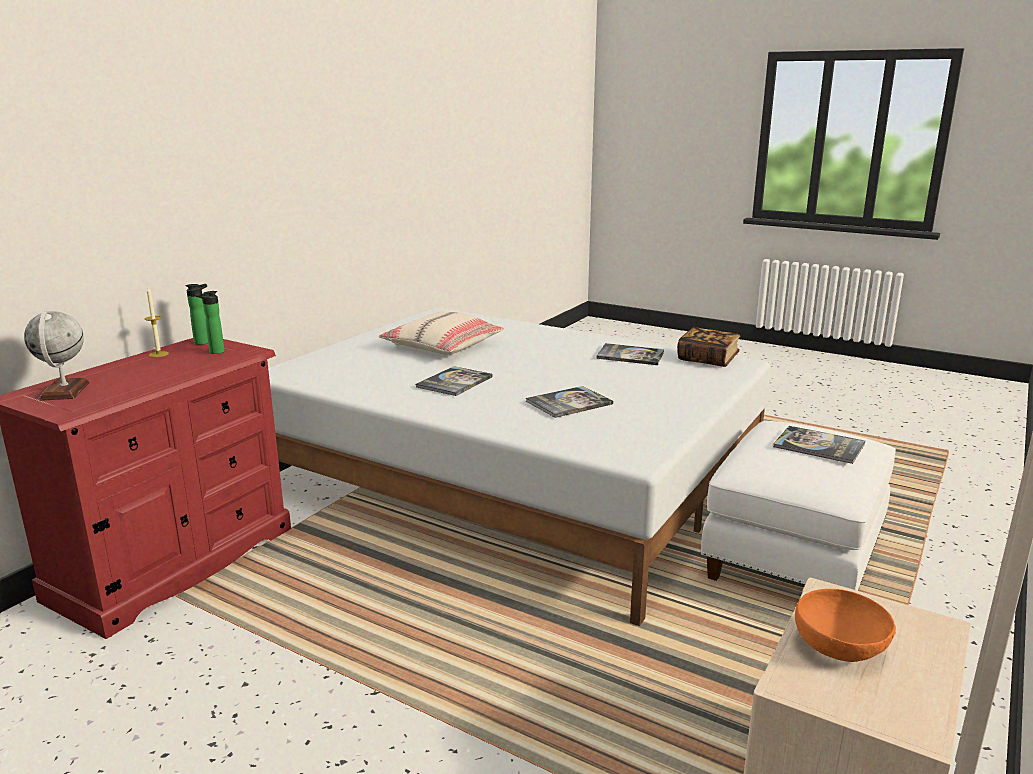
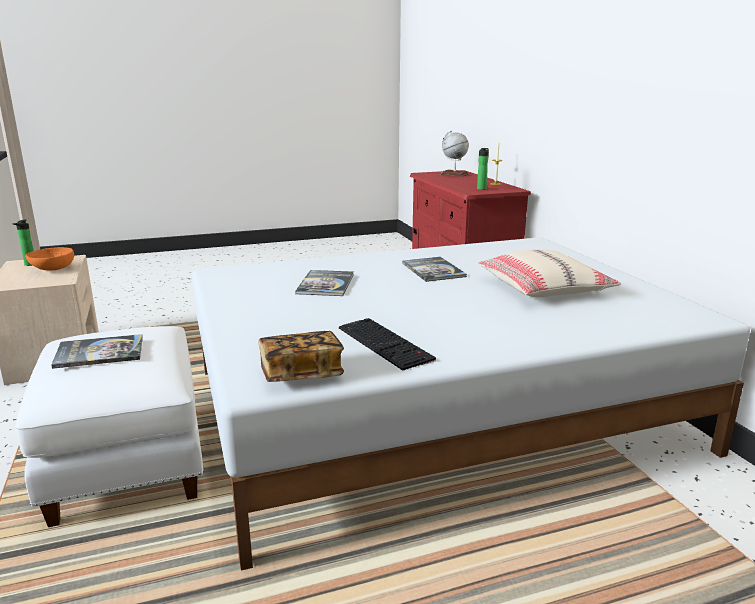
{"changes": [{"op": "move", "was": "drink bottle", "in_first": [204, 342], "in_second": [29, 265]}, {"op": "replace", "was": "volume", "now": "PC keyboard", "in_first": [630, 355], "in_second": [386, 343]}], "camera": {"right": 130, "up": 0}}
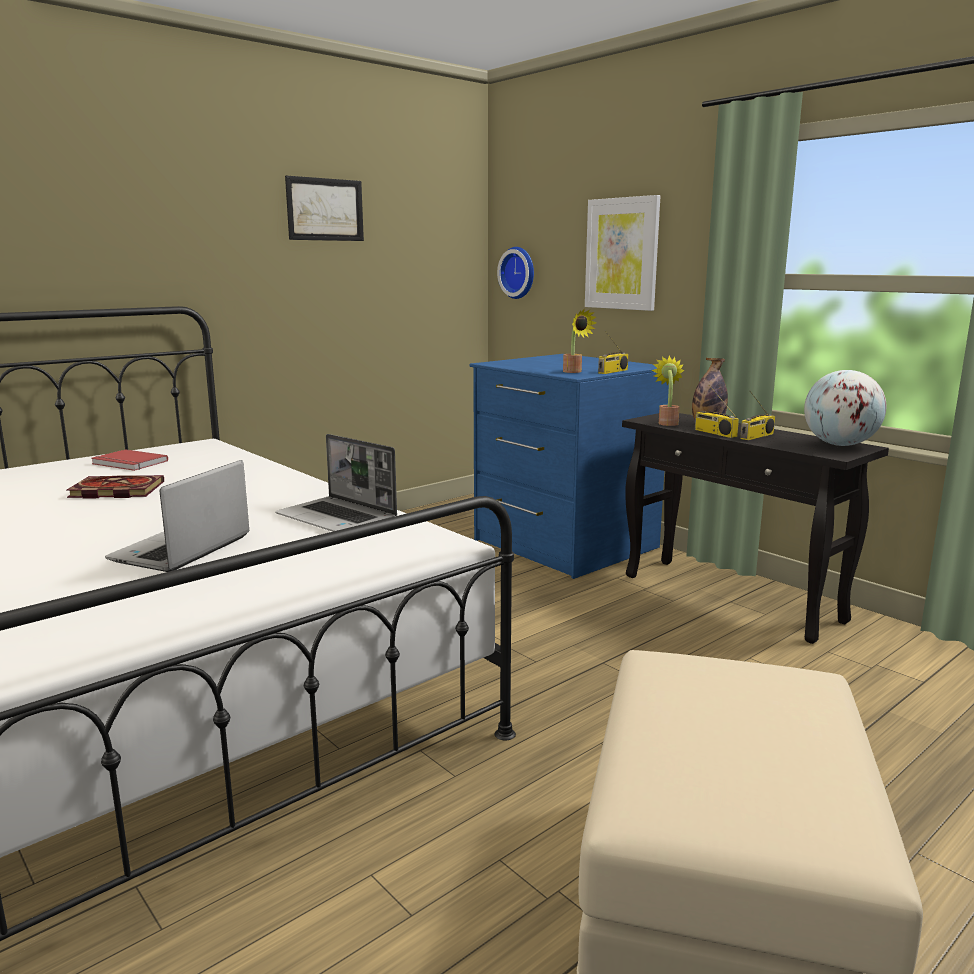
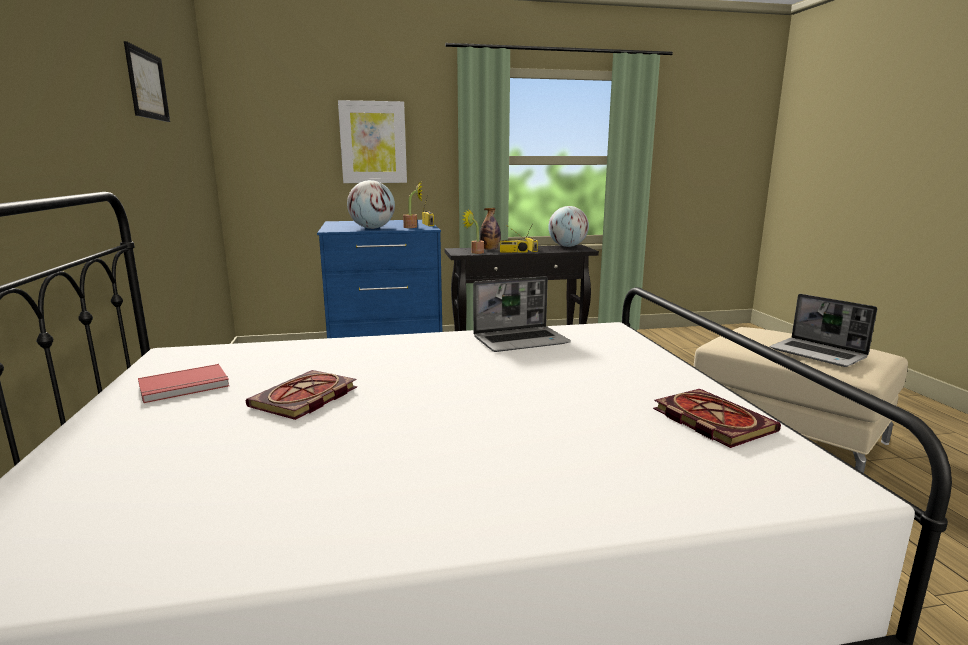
{"changes": [{"op": "insert", "now": "globe", "in_second": [372, 228]}, {"op": "insert", "now": "volume", "in_second": [709, 420]}, {"op": "move", "was": "portable computer", "in_first": [181, 549], "in_second": [818, 354]}, {"op": "delete", "was": "wall clock", "in_first": [519, 272]}], "camera": {"right": -60, "up": 0}}
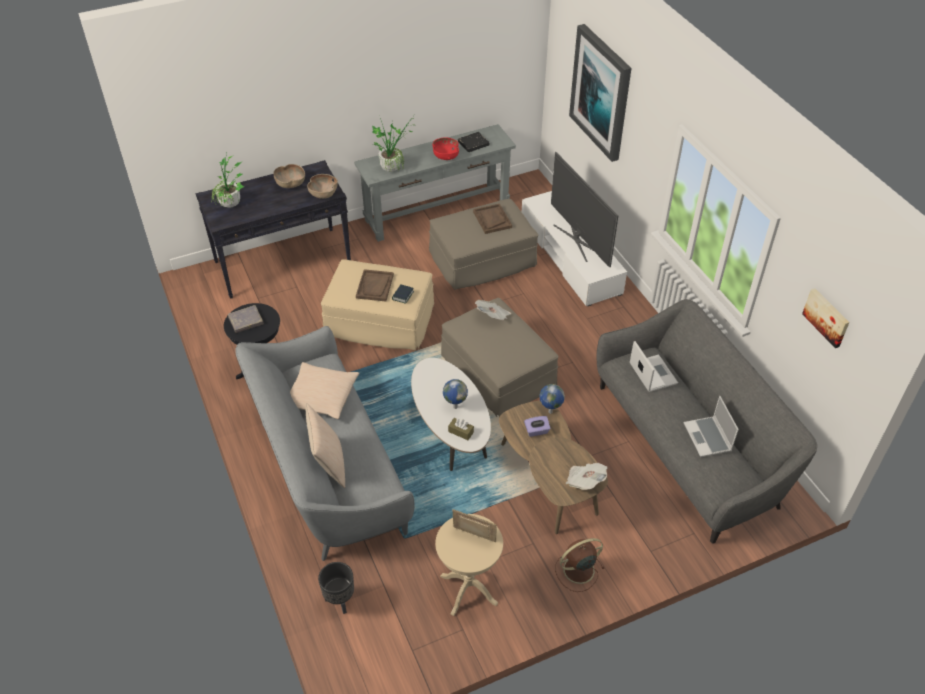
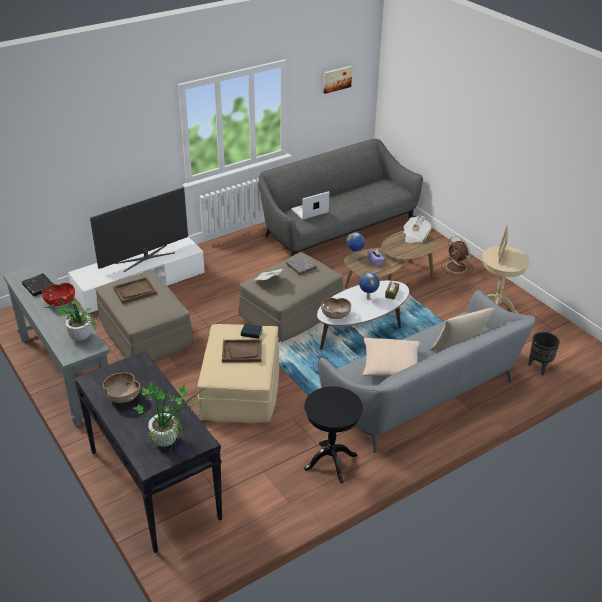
{"changes": [{"op": "move", "was": "greyish volume", "in_first": [246, 321], "in_second": [301, 266]}, {"op": "move", "was": "brown bowl", "in_first": [323, 194], "in_second": [335, 315]}, {"op": "delete", "was": "wall art", "in_first": [601, 92]}, {"op": "delete", "was": "portable computer", "in_first": [708, 438]}], "camera": {"right": -100, "up": -10}}
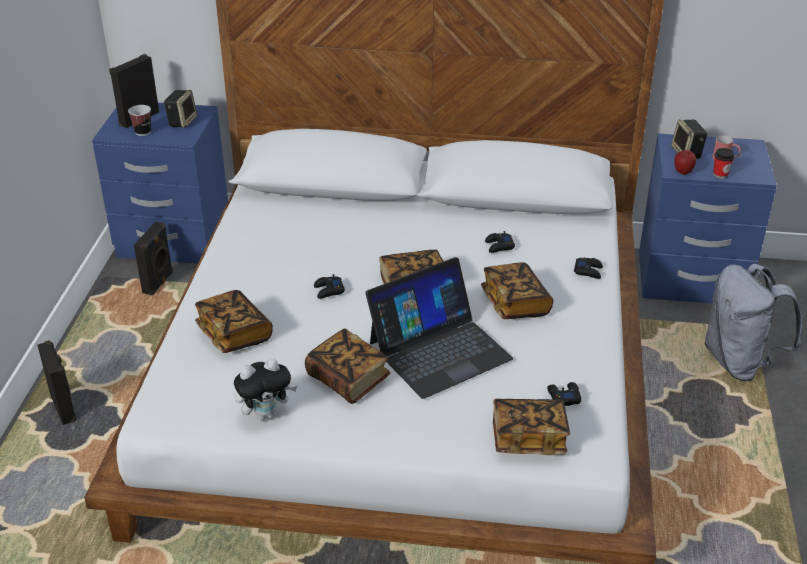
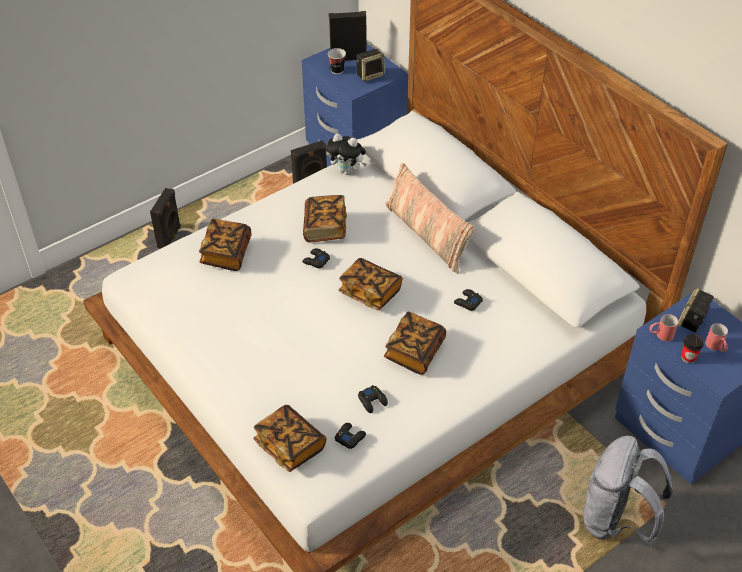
{"changes": [{"op": "move", "was": "volume", "in_first": [348, 379], "in_second": [325, 228]}, {"op": "move", "was": "soft toy", "in_first": [266, 414], "in_second": [347, 171]}, {"op": "move", "was": "blackish game controller", "in_first": [588, 271], "in_second": [372, 401]}, {"op": "insert", "now": "throw pillow", "in_second": [427, 235]}, {"op": "replace", "was": "apple", "now": "reddish coffee mug", "in_first": [683, 172], "in_second": [660, 335]}, {"op": "delete", "was": "portable computer", "in_first": [439, 350]}], "camera": {"right": 45, "up": 10}}
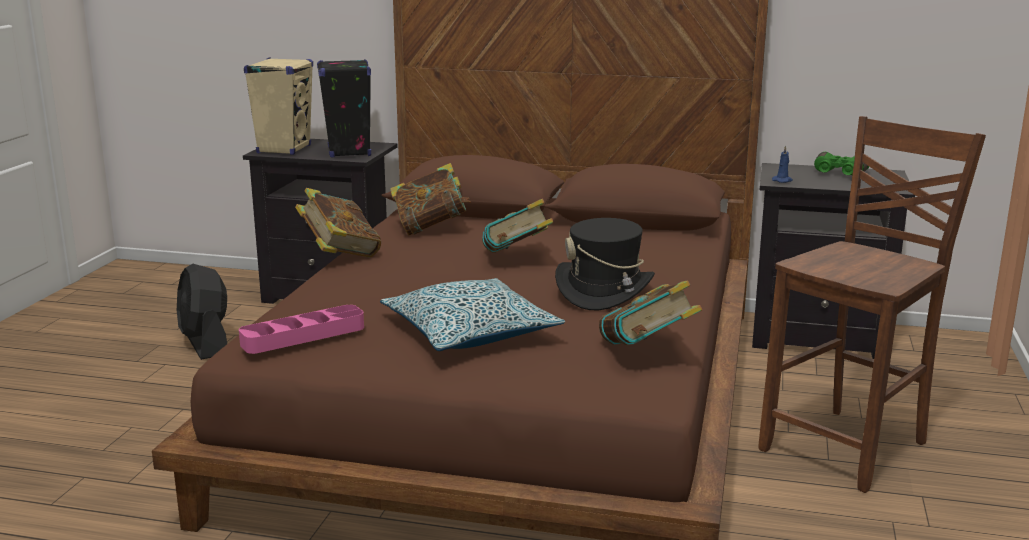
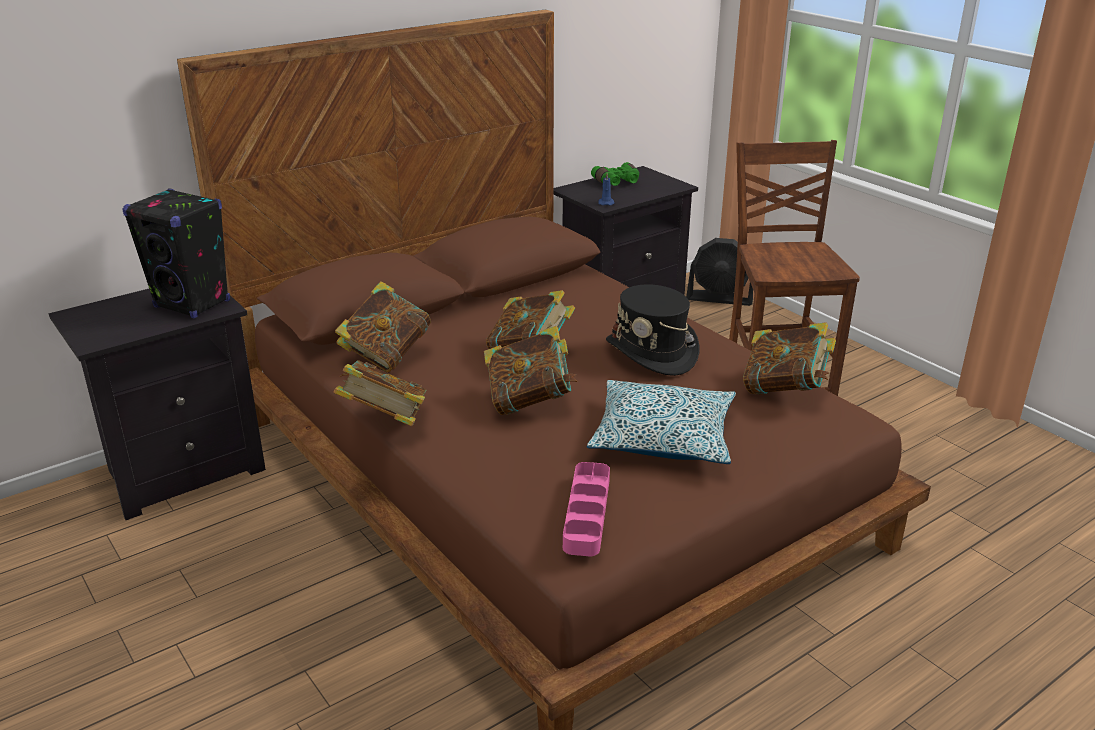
{"changes": [{"op": "insert", "now": "volume", "in_second": [530, 401]}, {"op": "move", "was": "blackish electric fan", "in_first": [206, 343], "in_second": [719, 298]}, {"op": "delete", "was": "sand-coloured audio speaker", "in_first": [284, 149]}], "camera": {"right": -50, "up": 10}}
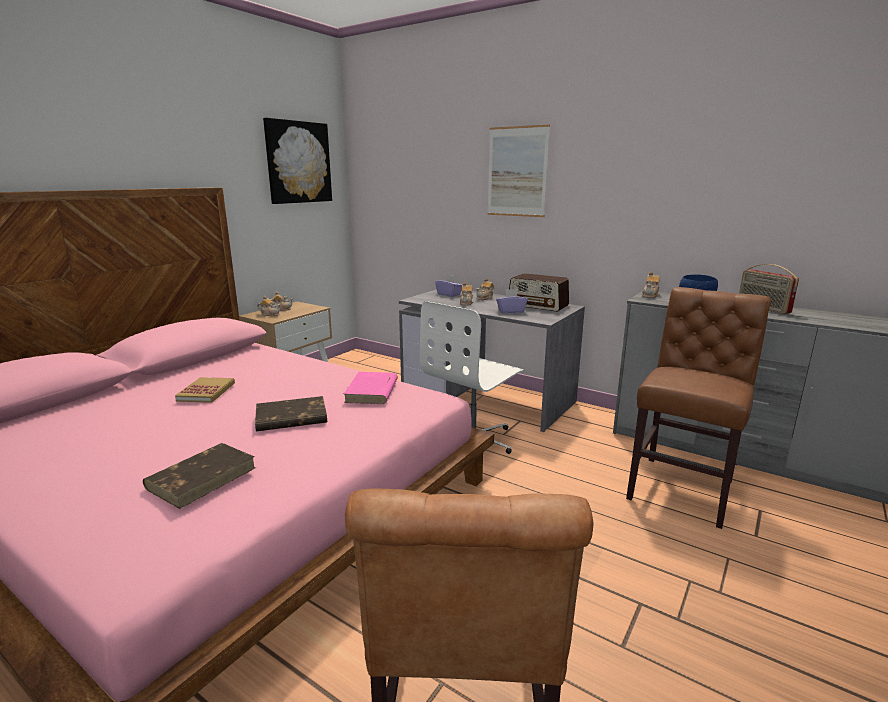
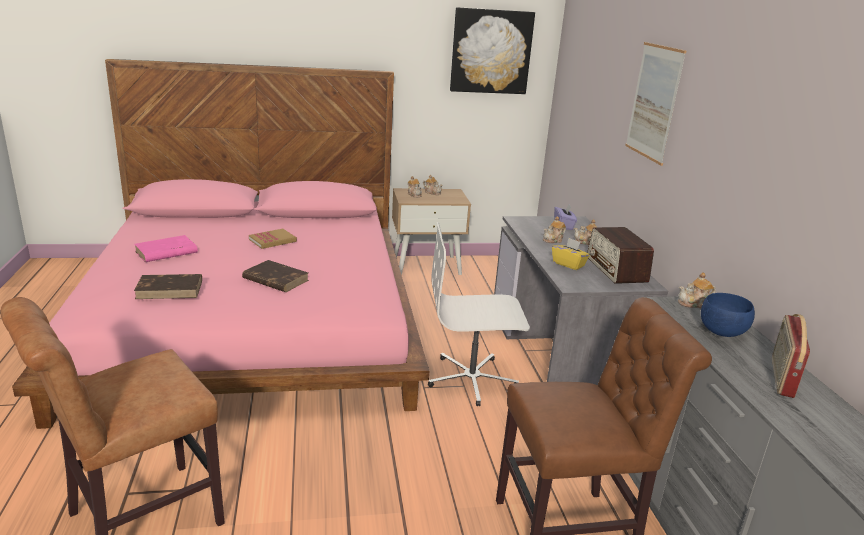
{"changes": [{"op": "move", "was": "pinkish volume", "in_first": [372, 391], "in_second": [165, 252]}, {"op": "recolor", "was": "purple-coloured box of tissues", "now": "yellow-coloured box of tissues", "in_first": [511, 311], "in_second": [568, 264]}], "camera": {"right": 45, "up": 5}}
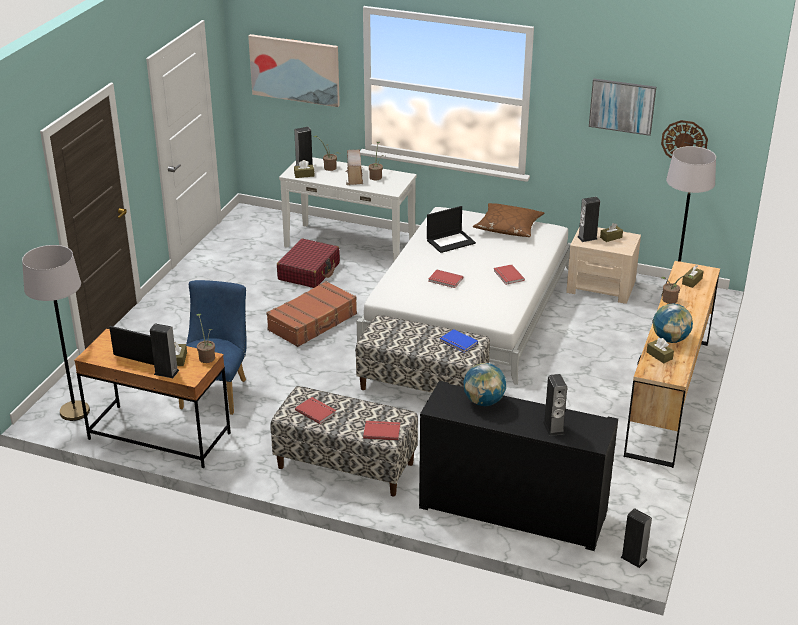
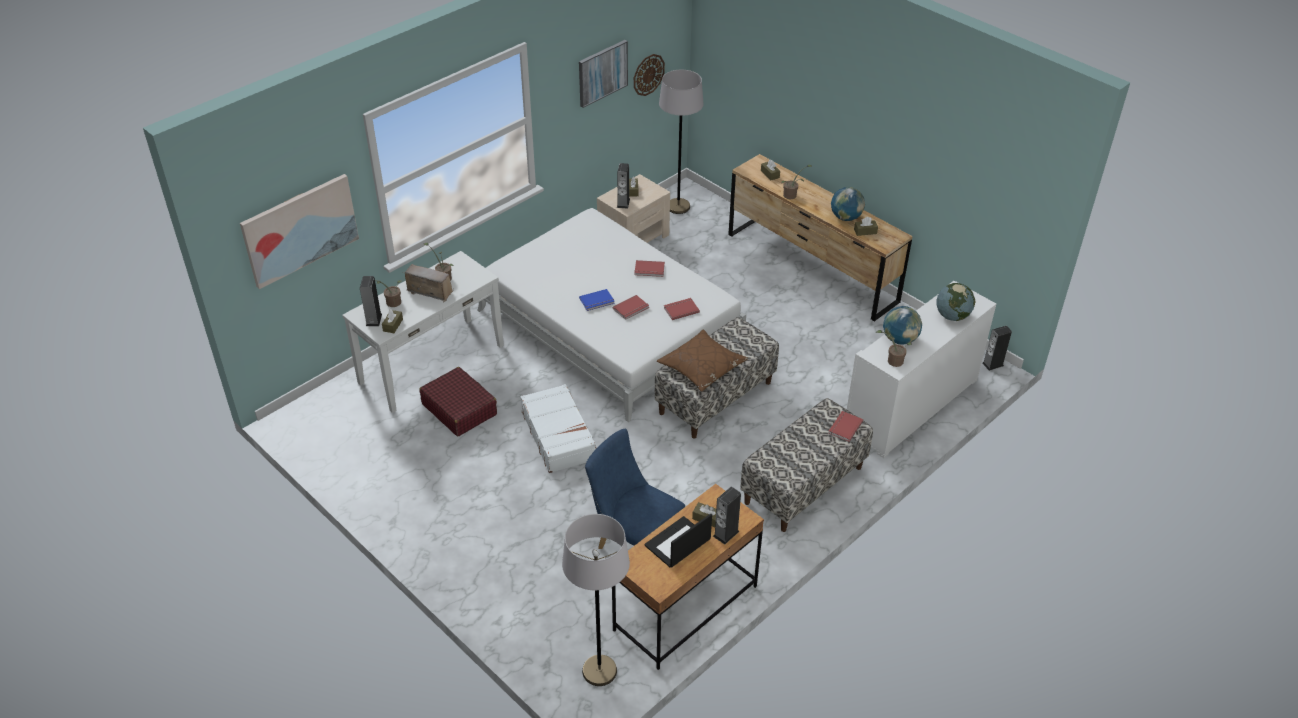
{"changes": [{"op": "recolor", "was": "brown suitcase", "now": "white-coloured suitcase", "in_first": [313, 322], "in_second": [559, 435]}, {"op": "move", "was": "blue-coloured volume", "in_first": [458, 342], "in_second": [597, 301]}, {"op": "move", "was": "brown throw pillow", "in_first": [508, 227], "in_second": [702, 367]}, {"op": "move", "was": "reddish volume", "in_first": [316, 411], "in_second": [680, 309]}, {"op": "recolor", "was": "blackish cupboard", "now": "white-coloured cupboard", "in_first": [512, 510], "in_second": [911, 405]}, {"op": "move", "was": "potted plant", "in_first": [207, 357], "in_second": [892, 360]}, {"op": "replace", "was": "audio speaker", "now": "globe", "in_first": [553, 428], "in_second": [952, 316]}, {"op": "delete", "was": "portable computer", "in_first": [451, 241]}], "camera": {"right": -65, "up": 10}}
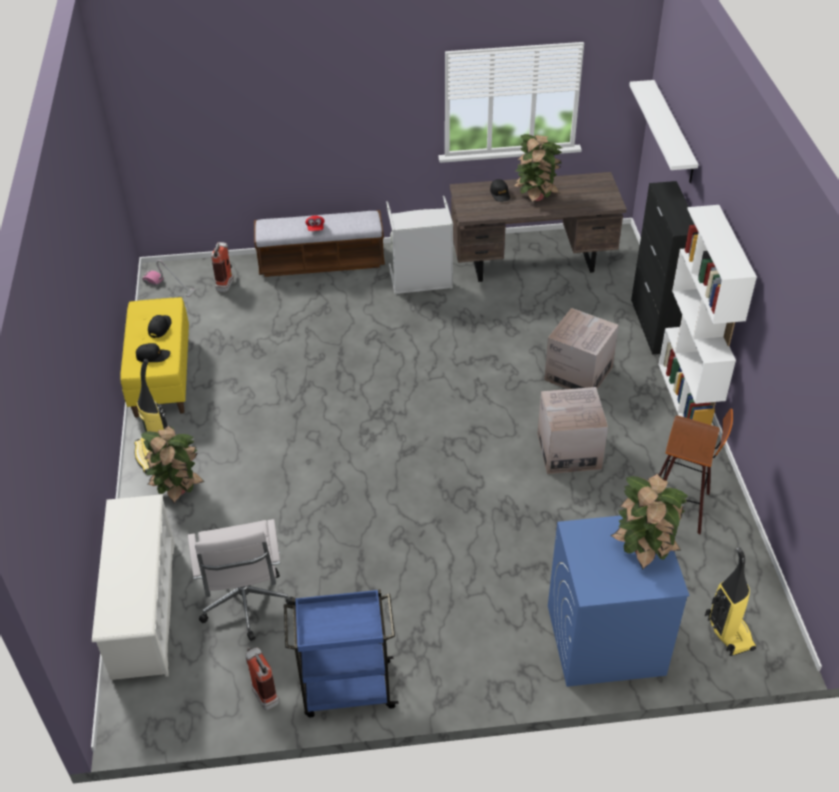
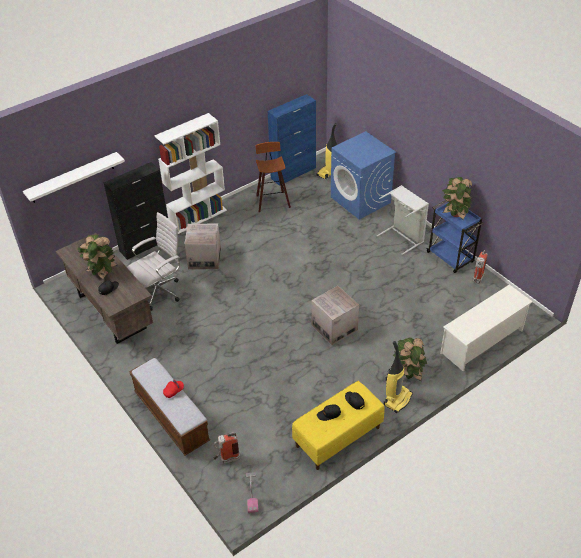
{"changes": [{"op": "move", "was": "white-coloured office chair", "in_first": [246, 605], "in_second": [160, 291]}, {"op": "insert", "now": "blue-coloured cupboard", "in_second": [293, 173]}, {"op": "move", "was": "cardboard box", "in_first": [569, 451], "in_second": [334, 327]}, {"op": "move", "was": "greyish hamper", "in_first": [421, 281], "in_second": [403, 237]}, {"op": "move", "was": "potted plant", "in_first": [644, 548], "in_second": [454, 214]}], "camera": {"right": -120, "up": 0}}
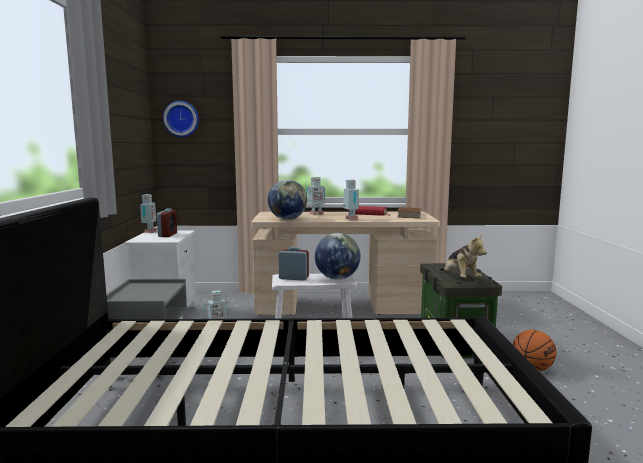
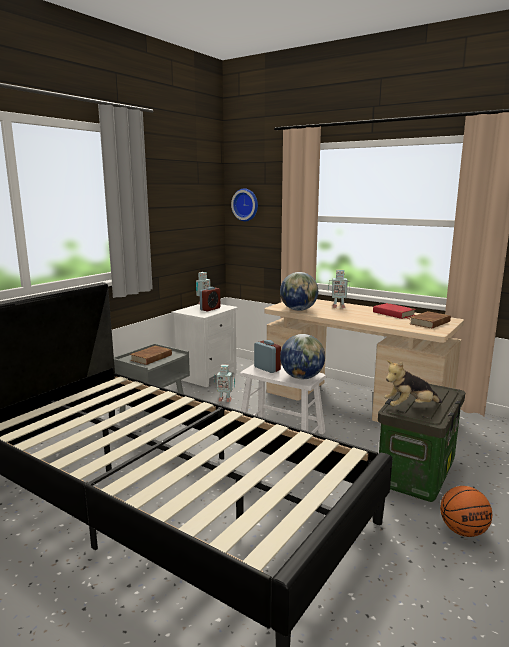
{"changes": [{"op": "insert", "now": "brown volume", "in_second": [151, 358]}, {"op": "rotate", "was": "soft toy", "in_first": [460, 278], "in_second": [410, 407], "clockwise": 60}, {"op": "delete", "was": "toy robot", "in_first": [350, 219]}], "camera": {"right": 35, "up": 5}}
